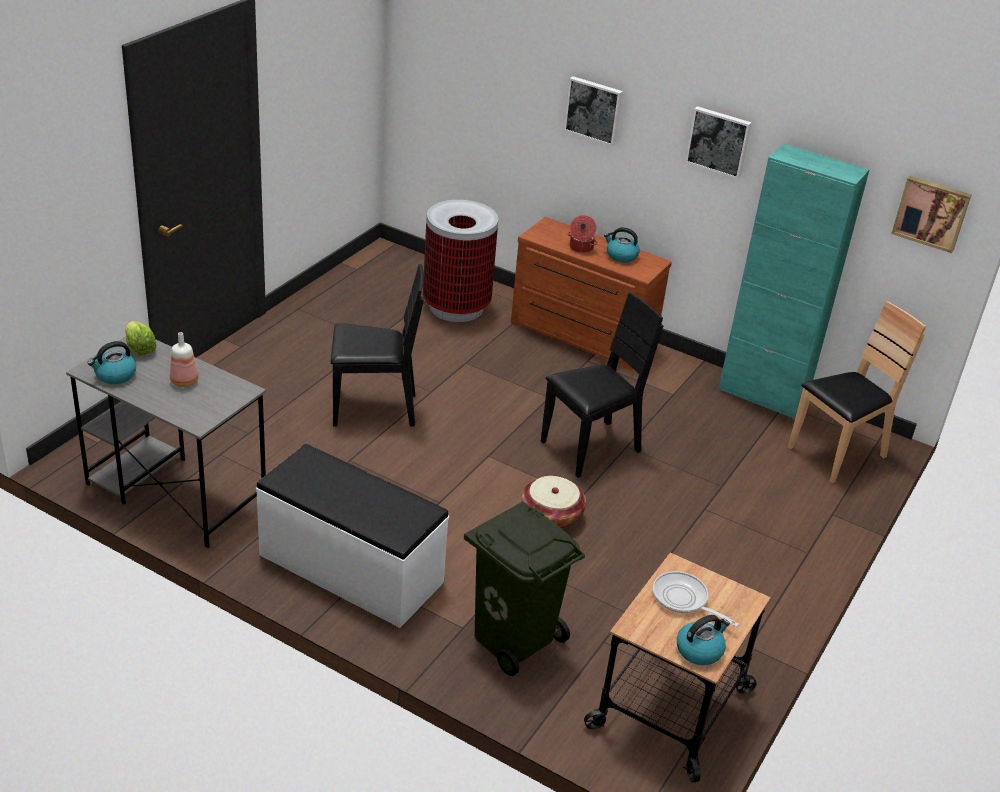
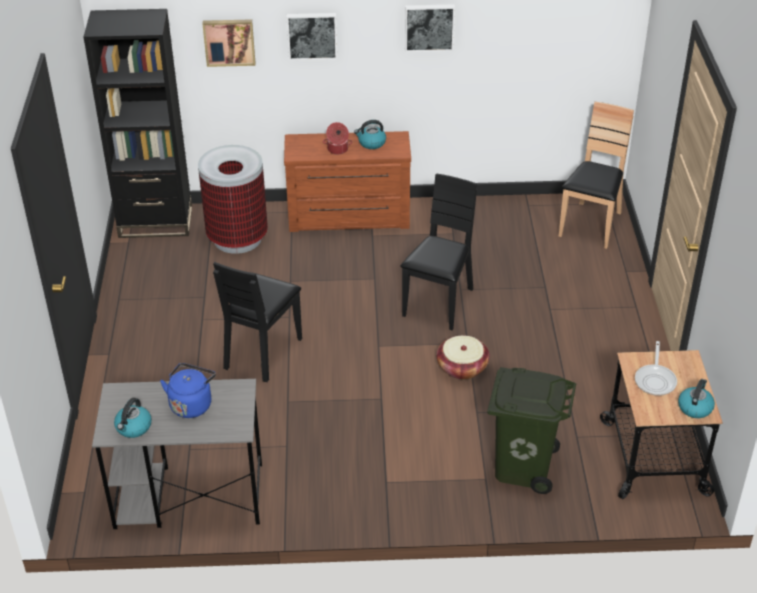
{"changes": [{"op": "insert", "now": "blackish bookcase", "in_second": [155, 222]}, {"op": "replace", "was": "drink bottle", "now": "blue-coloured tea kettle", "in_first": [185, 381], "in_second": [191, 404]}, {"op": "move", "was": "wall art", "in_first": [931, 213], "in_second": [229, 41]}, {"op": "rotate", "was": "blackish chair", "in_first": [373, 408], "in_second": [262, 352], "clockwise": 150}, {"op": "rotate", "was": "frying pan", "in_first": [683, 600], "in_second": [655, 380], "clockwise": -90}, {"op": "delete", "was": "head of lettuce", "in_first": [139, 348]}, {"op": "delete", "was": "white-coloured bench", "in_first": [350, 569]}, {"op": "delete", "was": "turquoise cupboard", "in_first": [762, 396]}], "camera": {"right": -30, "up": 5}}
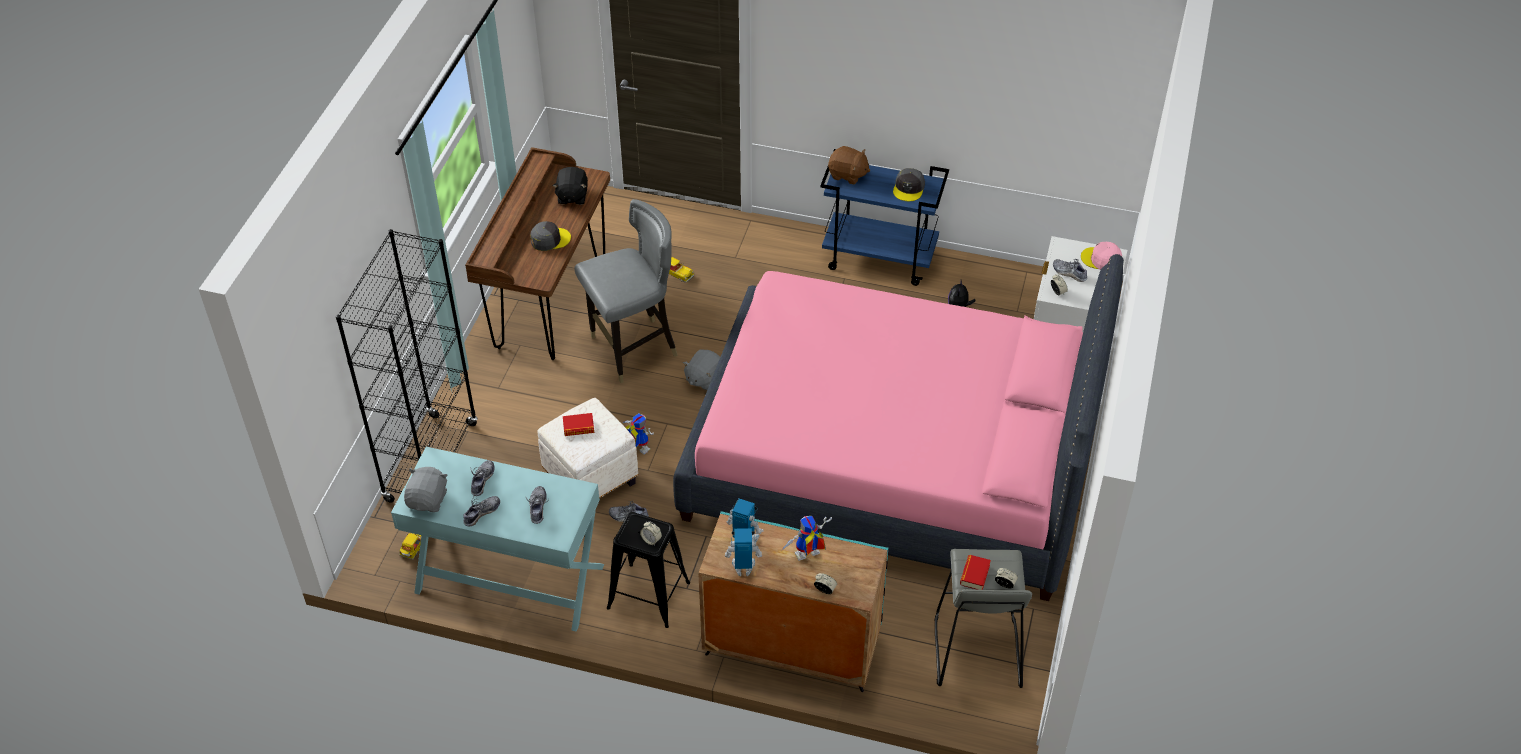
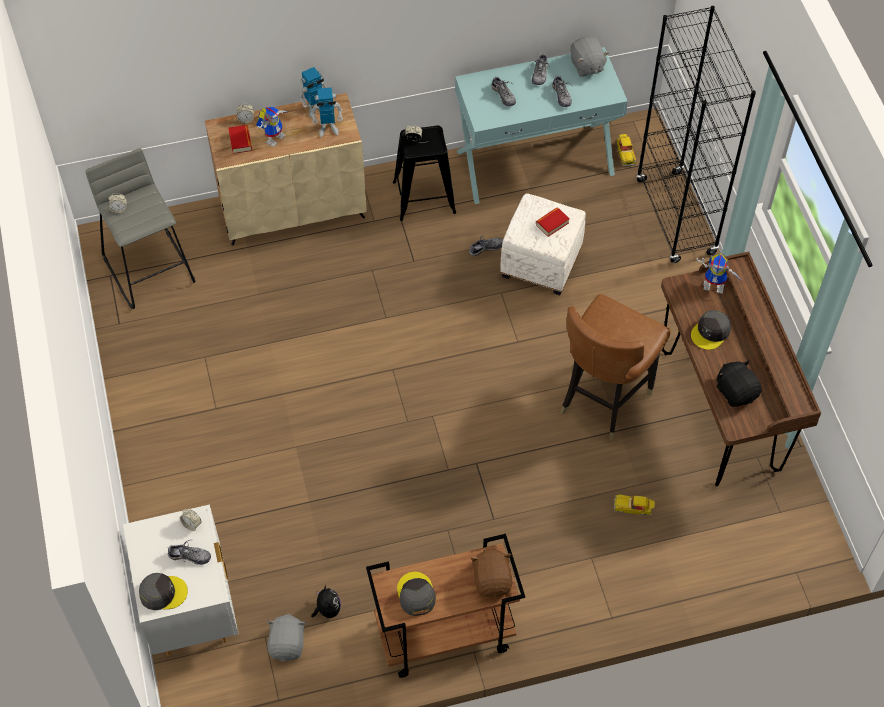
{"changes": [{"op": "recolor", "was": "pinkish cap", "now": "greyish cap", "in_first": [1101, 259], "in_second": [163, 592]}, {"op": "recolor", "was": "turquoise cupboard", "now": "sand-coloured cupboard", "in_first": [790, 646], "in_second": [293, 210]}, {"op": "move", "was": "volume", "in_first": [974, 575], "in_second": [240, 141]}, {"op": "move", "was": "greyish soft toy", "in_first": [703, 378], "in_second": [287, 644]}, {"op": "recolor", "was": "blue-coloured trolley", "now": "brown trolley", "in_first": [880, 258], "in_second": [443, 635]}, {"op": "rotate", "was": "brown soft toy", "in_first": [848, 175], "in_second": [492, 580], "clockwise": 90}, {"op": "recolor", "was": "greyish chair", "now": "brown chair", "in_first": [633, 350], "in_second": [603, 399]}, {"op": "move", "was": "toy robot", "in_first": [636, 448], "in_second": [715, 285]}, {"op": "delete", "was": "pinkish sleeping bed", "in_first": [892, 461]}], "camera": {"right": 150, "up": 10}}
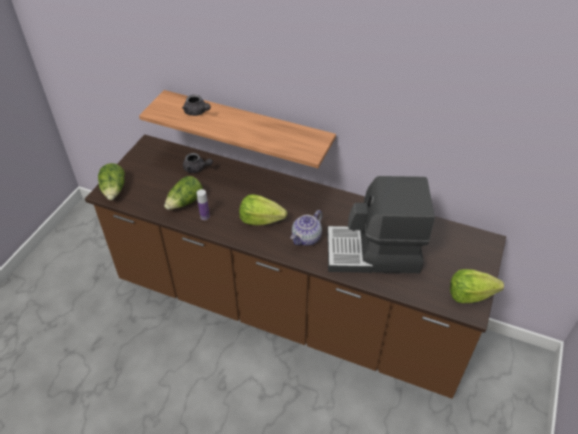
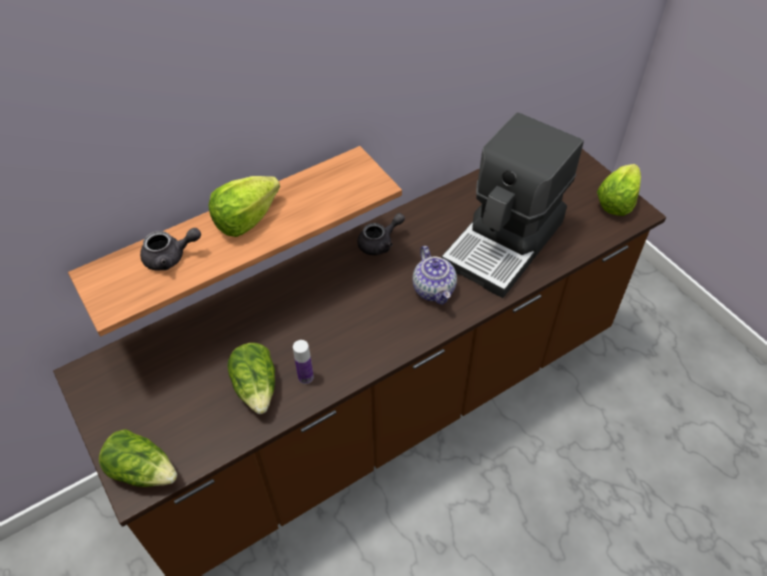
{"changes": [{"op": "move", "was": "head of lettuce", "in_first": [261, 220], "in_second": [246, 219]}, {"op": "move", "was": "greyish pot for tea", "in_first": [197, 168], "in_second": [380, 243]}], "camera": {"right": -55, "up": 5}}
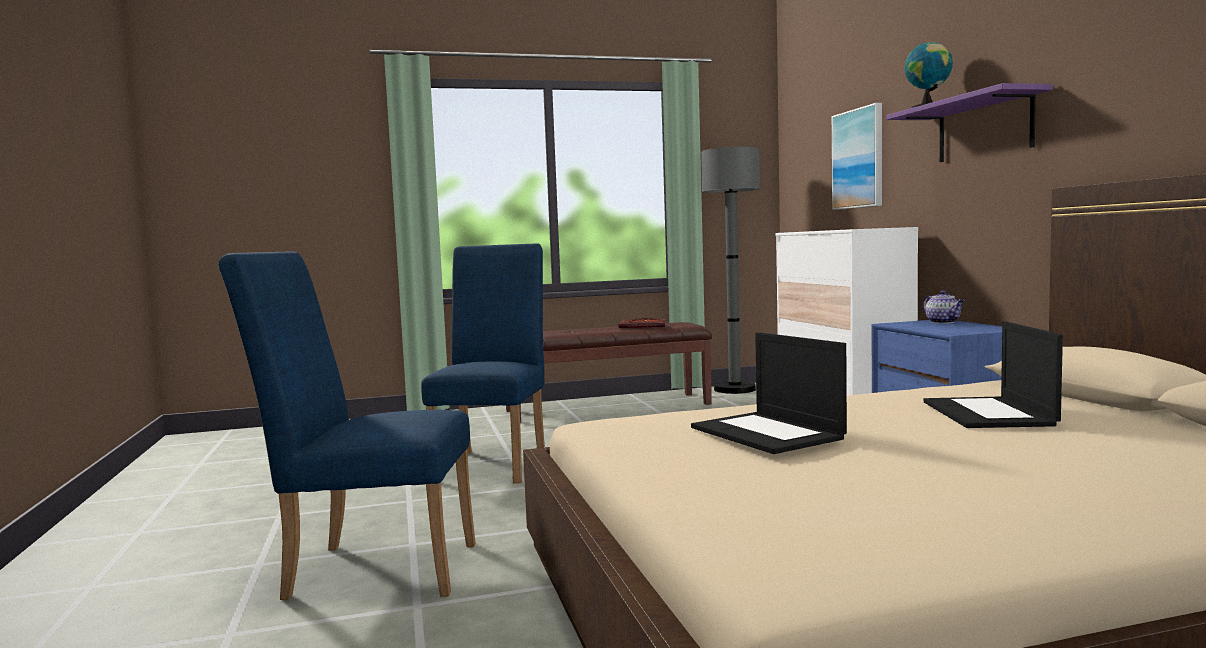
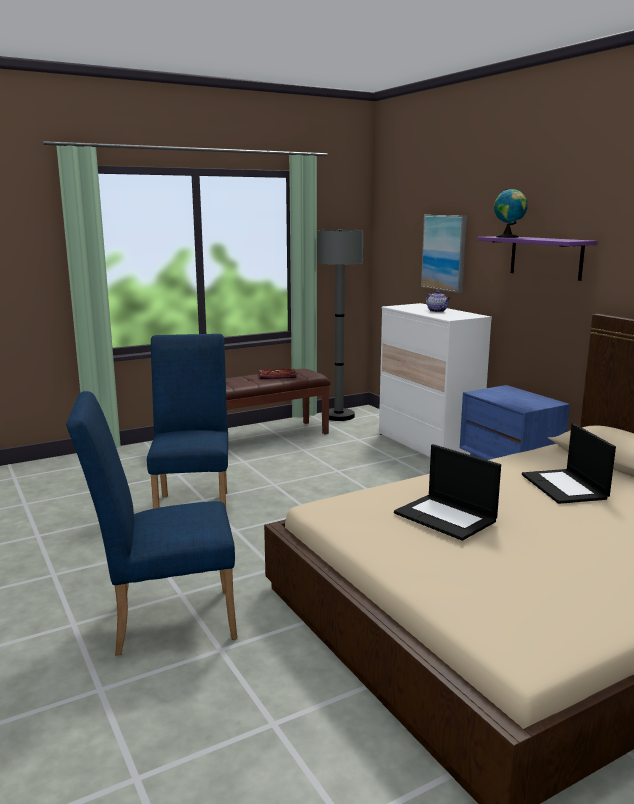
{"changes": [{"op": "move", "was": "pot for tea", "in_first": [943, 322], "in_second": [437, 311]}], "camera": {"right": -15, "up": 10}}
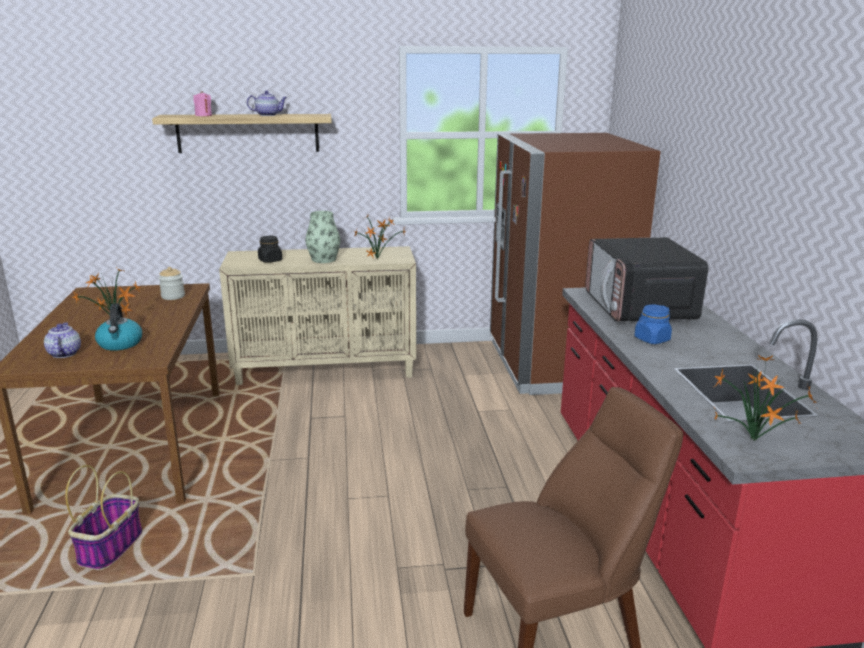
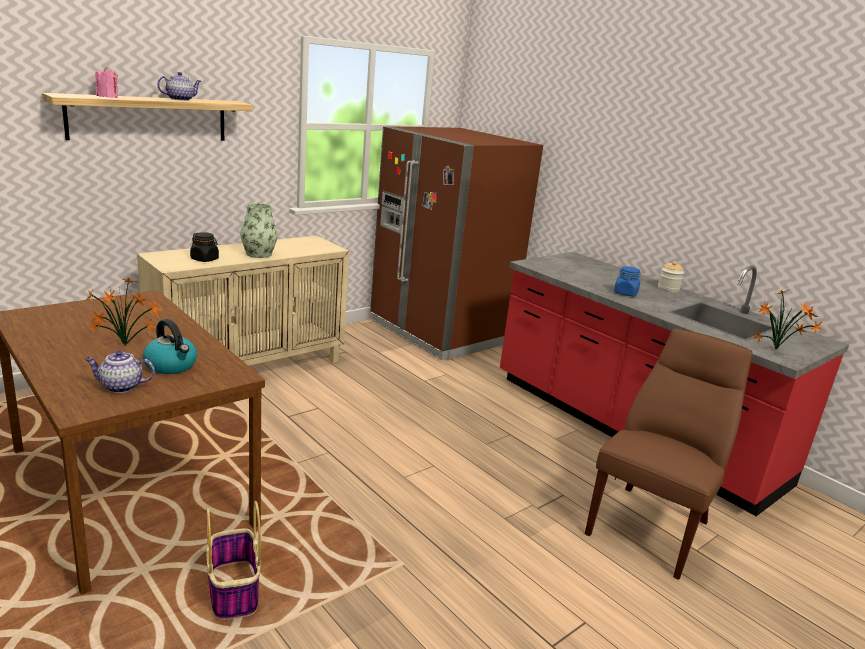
{"changes": [{"op": "rotate", "was": "pot for tea", "in_first": [64, 353], "in_second": [120, 387], "clockwise": -45}, {"op": "move", "was": "jar", "in_first": [173, 296], "in_second": [668, 289]}, {"op": "delete", "was": "potted plant", "in_first": [378, 259]}, {"op": "delete", "was": "microwave oven", "in_first": [639, 307]}], "camera": {"right": -35, "up": 0}}
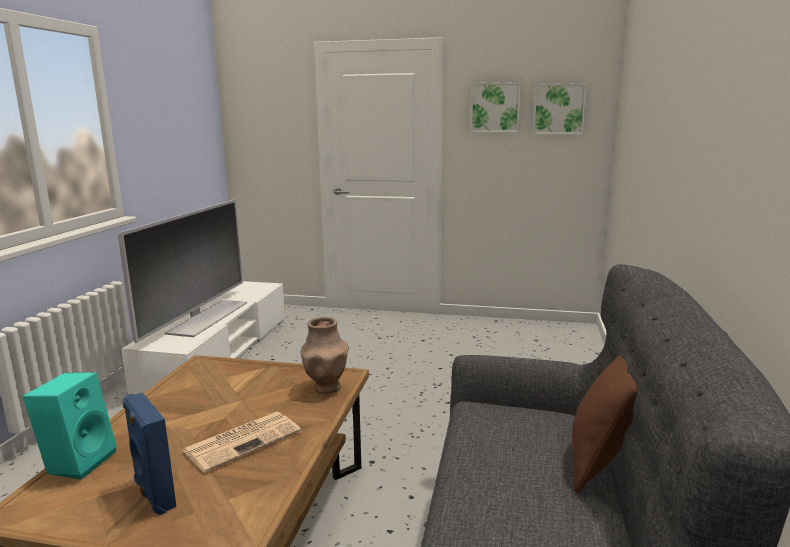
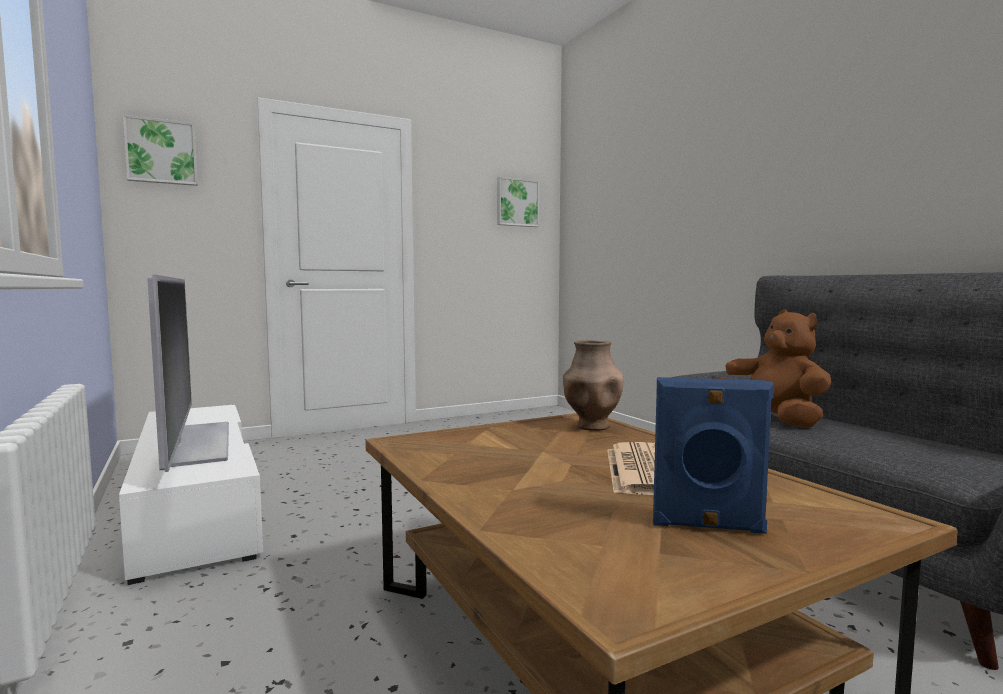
{"changes": [{"op": "move", "was": "wall art", "in_first": [495, 107], "in_second": [161, 152]}, {"op": "insert", "now": "brown soft toy", "in_second": [774, 420]}, {"op": "delete", "was": "turquoise audio speaker", "in_first": [79, 461]}, {"op": "delete", "was": "brown throw pillow", "in_first": [600, 462]}], "camera": {"right": -40, "up": -10}}
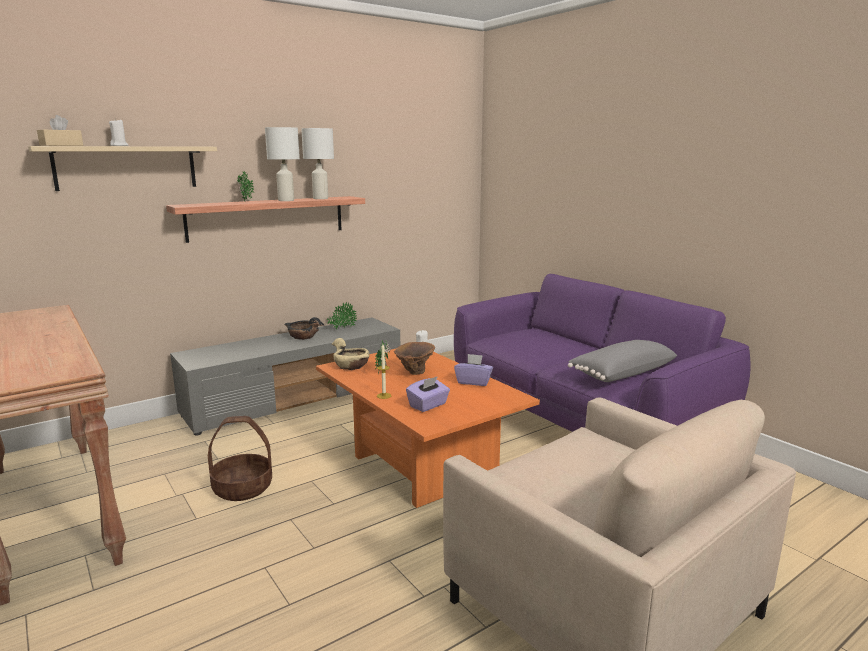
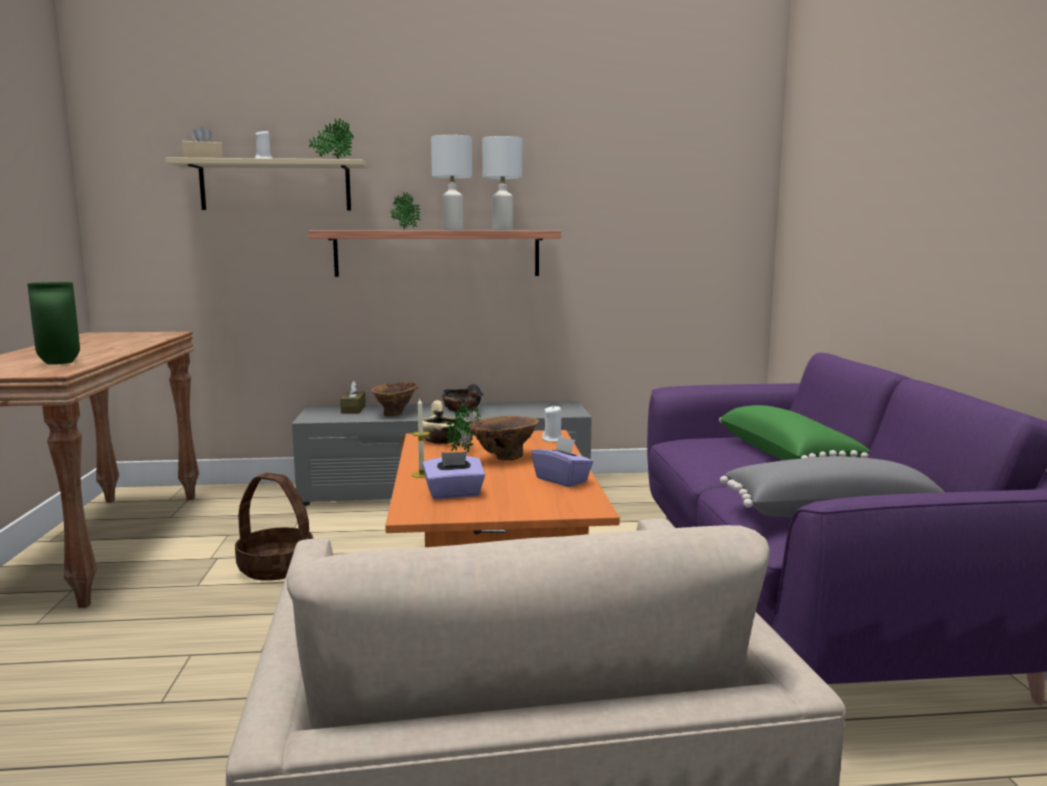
{"changes": [{"op": "insert", "now": "green flower vase", "in_second": [61, 363]}, {"op": "move", "was": "potted plant", "in_first": [342, 329], "in_second": [332, 159]}, {"op": "insert", "now": "brown box of tissues", "in_second": [353, 410]}, {"op": "insert", "now": "brown flower vase", "in_second": [397, 413]}, {"op": "insert", "now": "green throw pillow", "in_second": [787, 455]}], "camera": {"right": 30, "up": -5}}
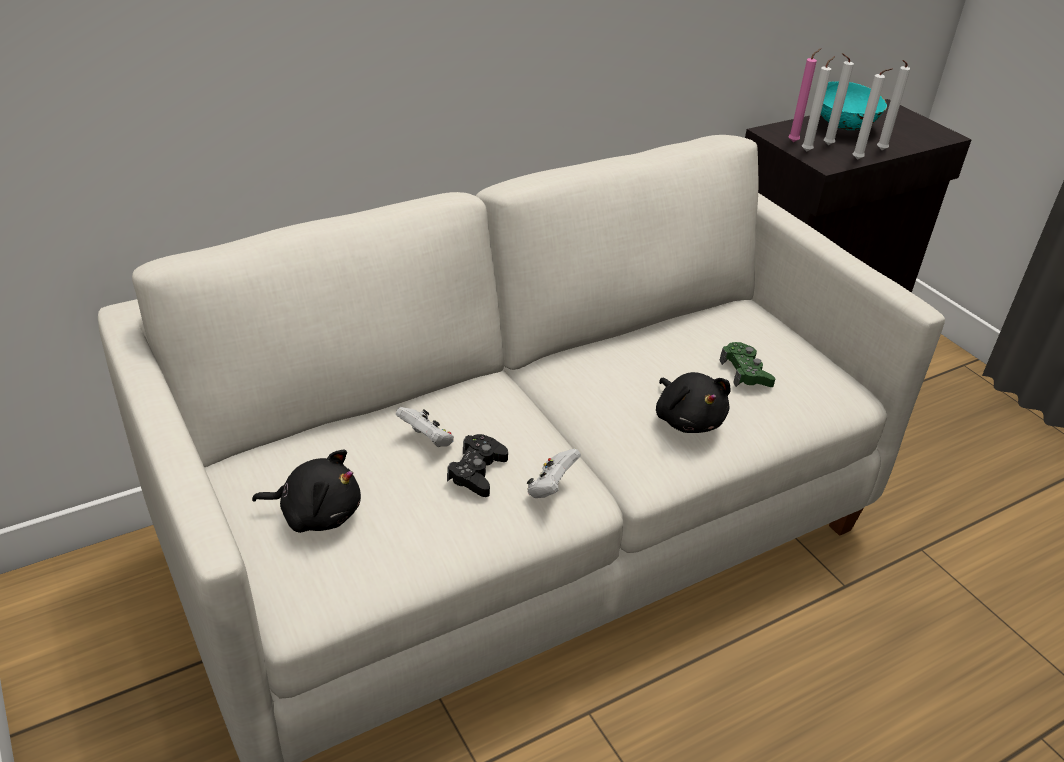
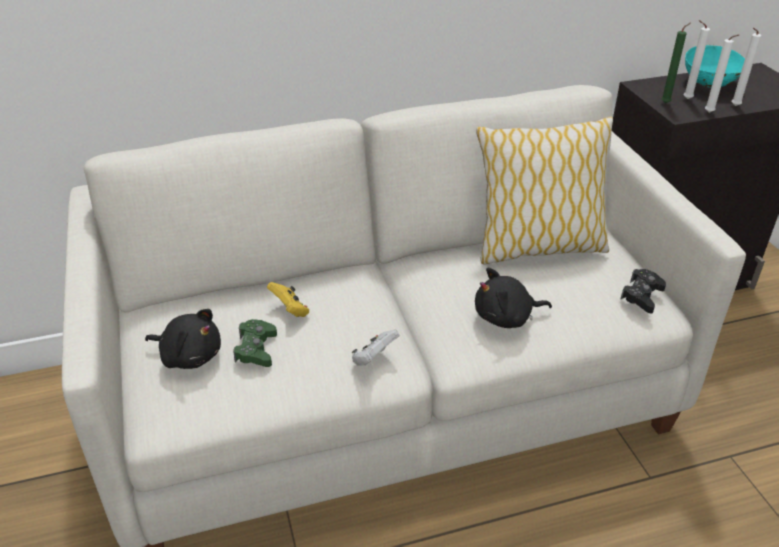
{"changes": [{"op": "move", "was": "green game controller", "in_first": [745, 372], "in_second": [256, 349]}, {"op": "recolor", "was": "white-coloured game controller", "now": "yellow-coloured game controller", "in_first": [427, 440], "in_second": [290, 310]}, {"op": "rotate", "was": "blackish soft toy", "in_first": [688, 419], "in_second": [506, 317], "clockwise": 90}, {"op": "insert", "now": "throw pillow", "in_second": [537, 247]}, {"op": "move", "was": "blackish game controller", "in_first": [477, 472], "in_second": [642, 295]}, {"op": "recolor", "was": "white-coloured wax candle", "now": "green wax candle", "in_first": [808, 151], "in_second": [666, 103]}, {"op": "delete", "was": "pinkish wax candle", "in_first": [794, 142]}], "camera": {"right": 15, "up": 0}}
